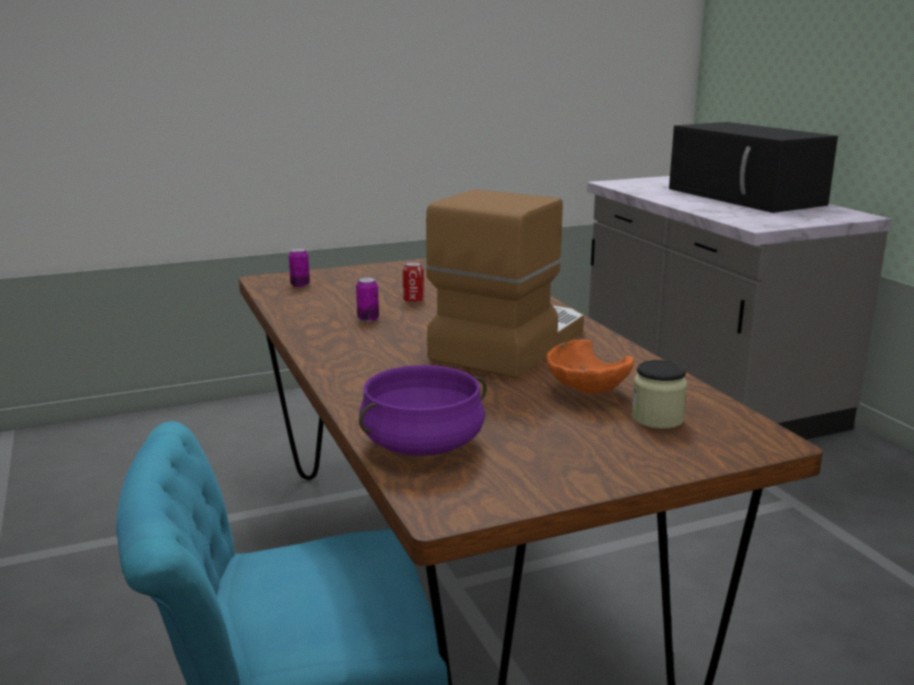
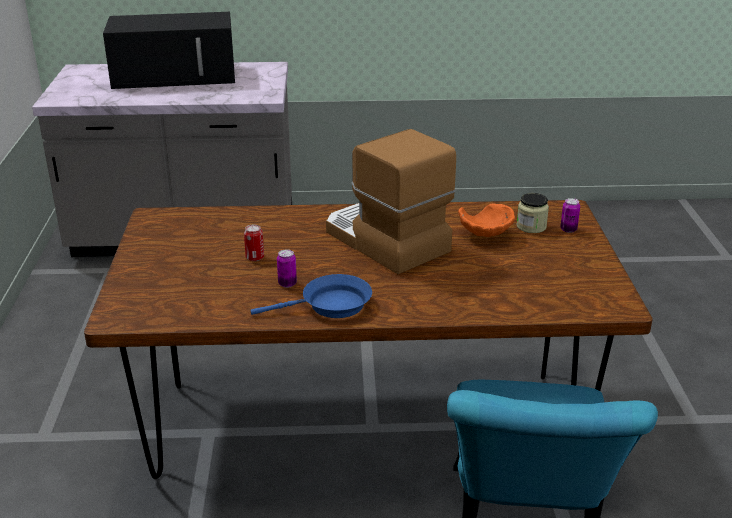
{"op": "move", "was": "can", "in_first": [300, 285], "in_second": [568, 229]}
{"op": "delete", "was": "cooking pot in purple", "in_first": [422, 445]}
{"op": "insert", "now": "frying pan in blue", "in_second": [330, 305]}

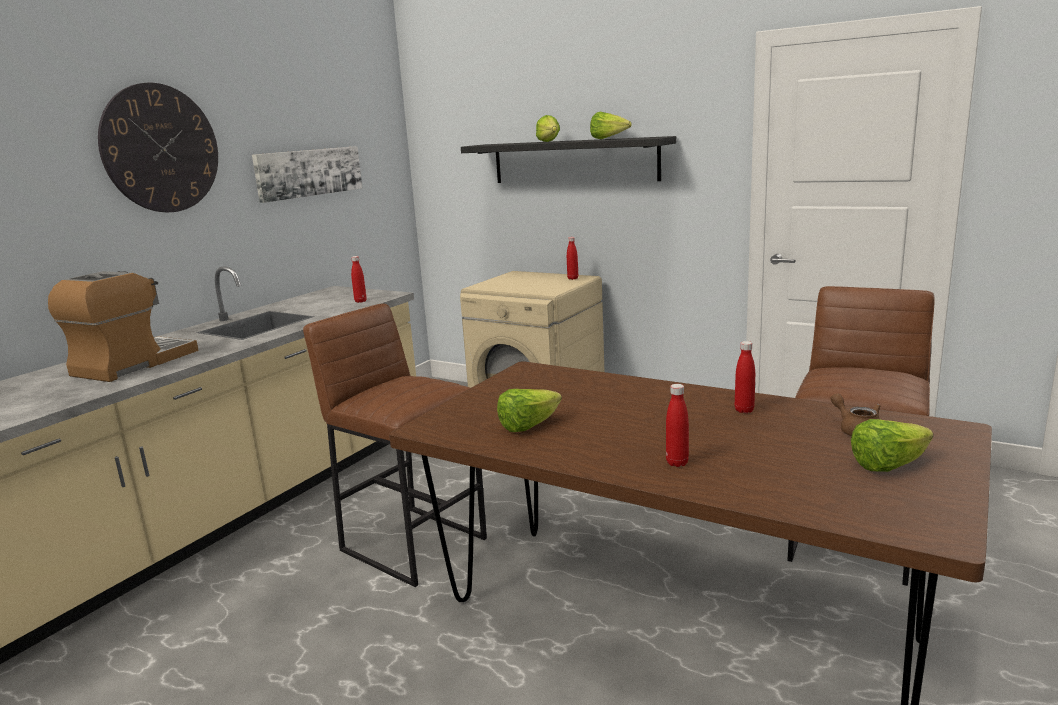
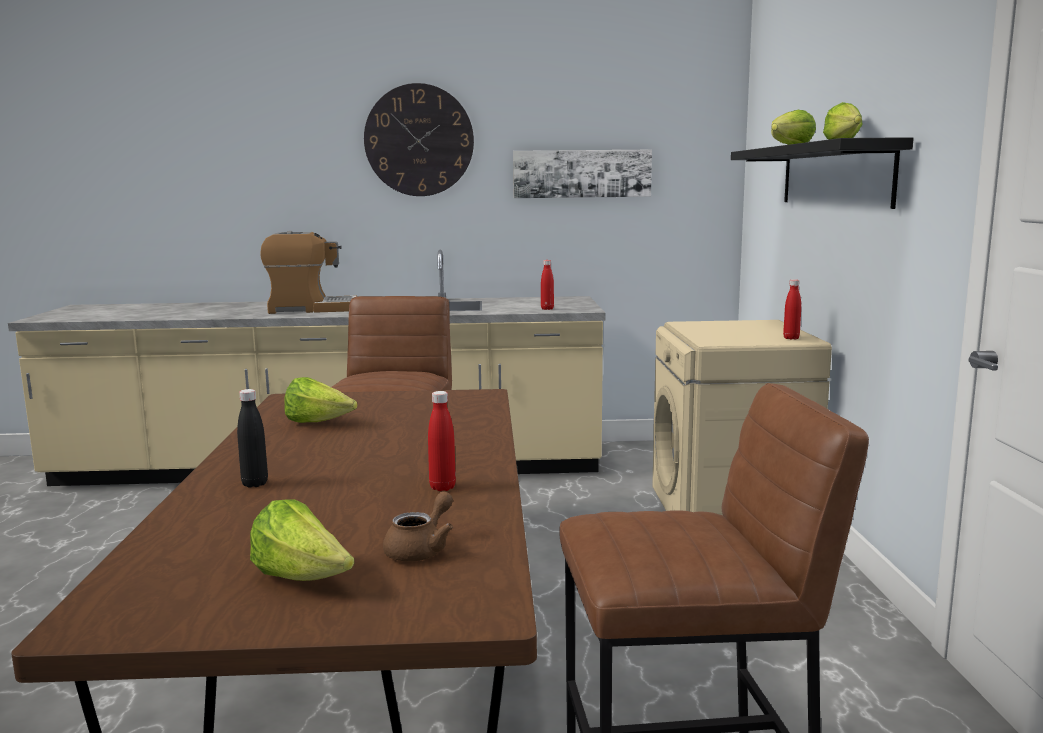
{"op": "recolor", "was": "bottle in red", "now": "bottle in black", "in_first": [677, 463], "in_second": [255, 484]}

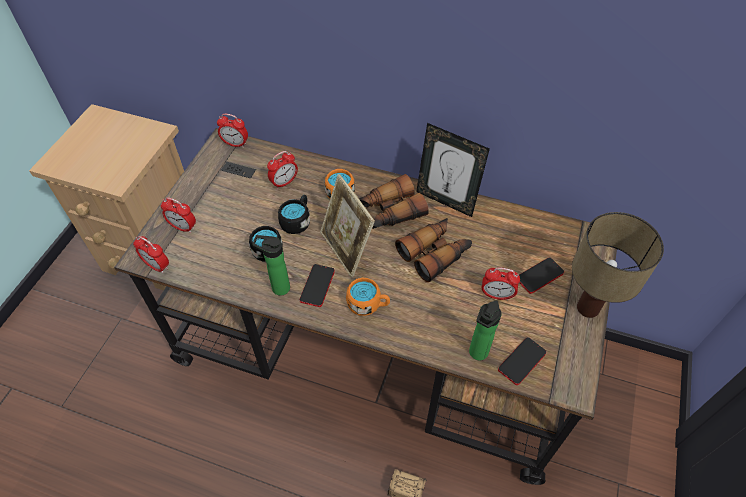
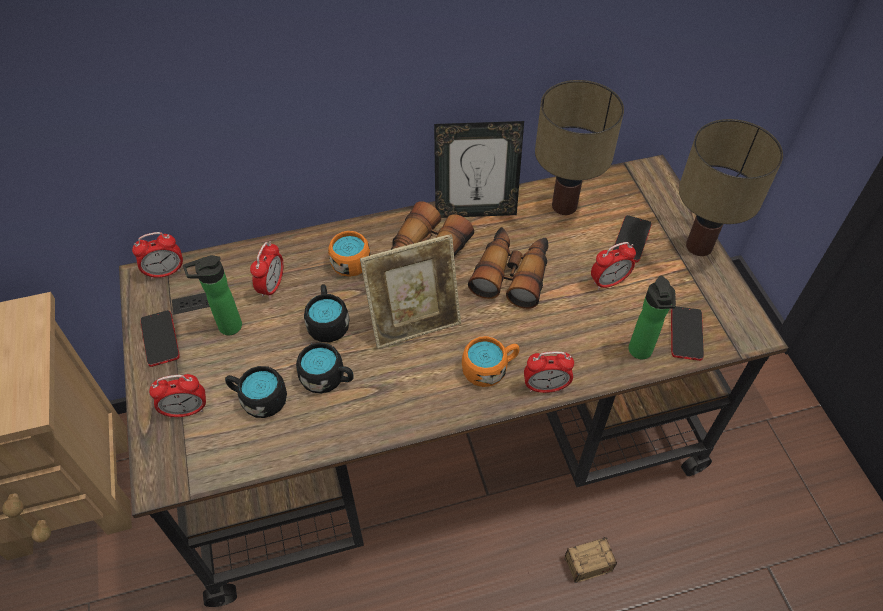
{"op": "move", "was": "alarm clock", "in_first": [157, 266], "in_second": [545, 387]}
{"op": "move", "was": "bottle", "in_first": [278, 287], "in_second": [226, 327]}
{"op": "move", "was": "phone", "in_first": [317, 286], "in_second": [160, 339]}
{"op": "rotate", "was": "picture frame", "in_first": [346, 249], "in_second": [414, 323], "clockwise": -45}
{"op": "insert", "now": "mug in black", "in_second": [258, 399]}
{"op": "insert", "now": "table lamp", "in_second": [565, 207]}

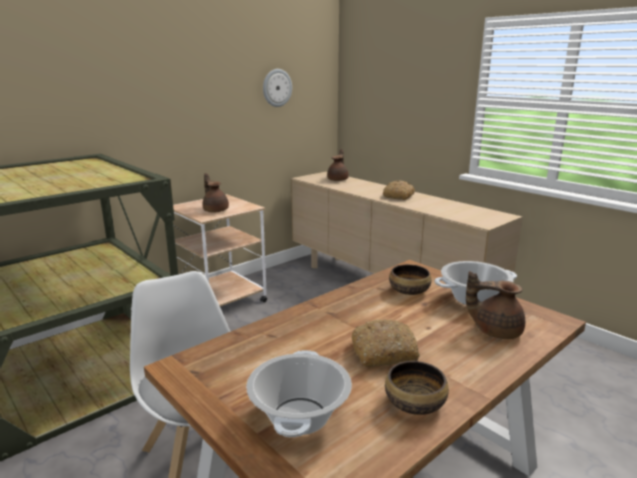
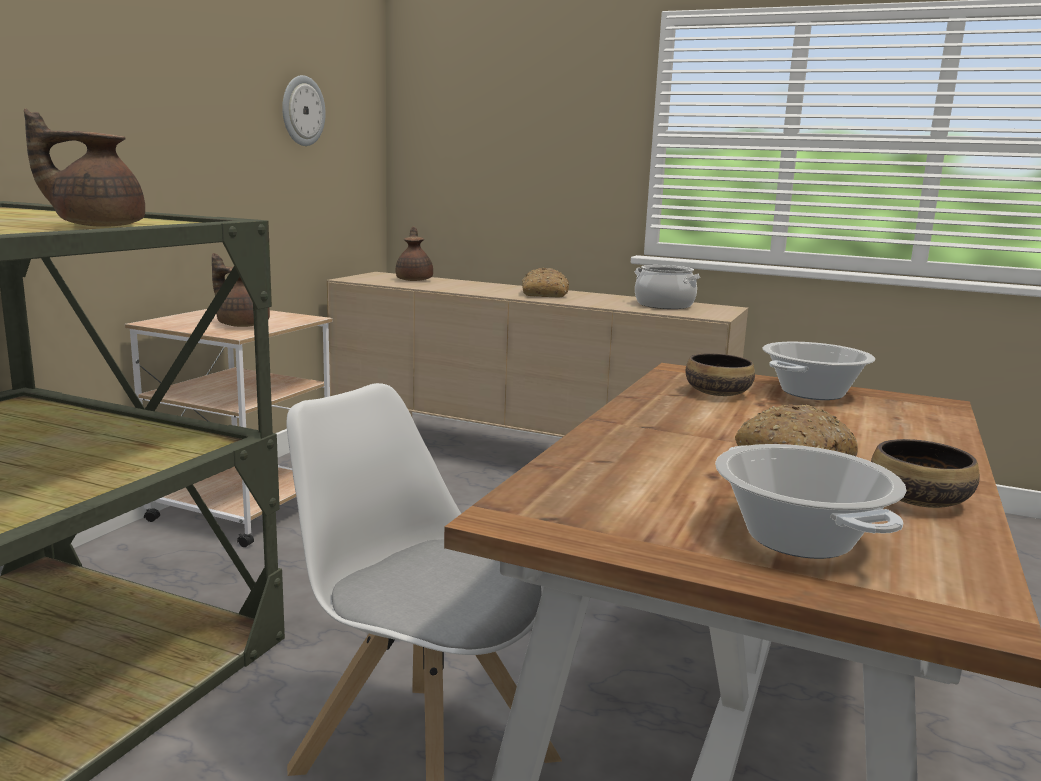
{"op": "move", "was": "teapot in brown", "in_first": [495, 330], "in_second": [97, 225]}
{"op": "insert", "now": "cooking pot", "in_second": [664, 305]}

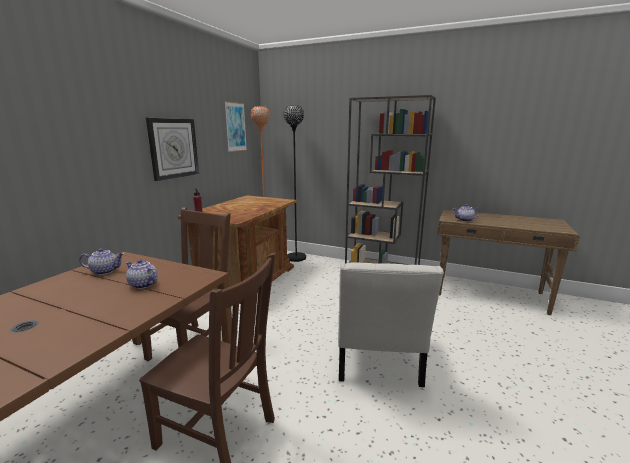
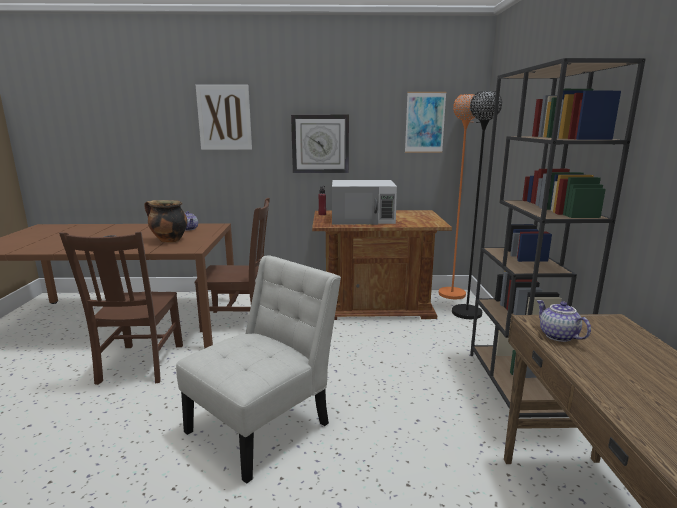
{"op": "replace", "was": "teapot", "now": "cooking pot", "in_first": [142, 285], "in_second": [168, 240]}
{"op": "rotate", "was": "chair in white", "in_first": [377, 361], "in_second": [264, 424], "clockwise": 150}
{"op": "insert", "now": "picture", "in_second": [224, 117]}
{"op": "insert", "now": "microwave in white", "in_second": [363, 218]}

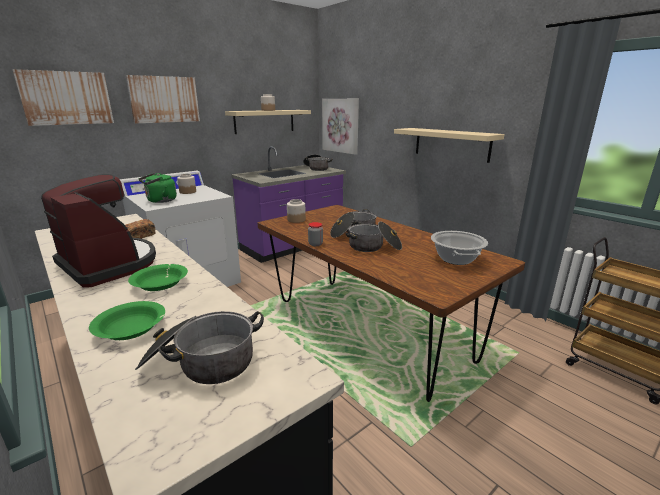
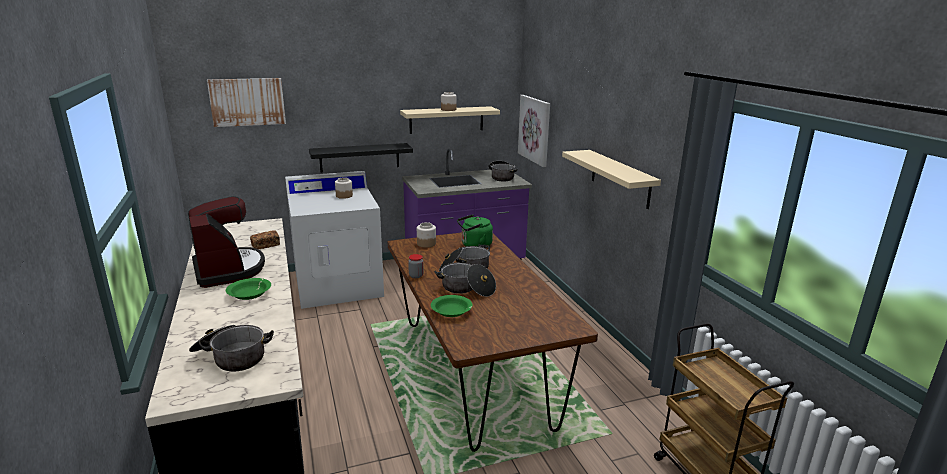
{"op": "move", "was": "bowl in green", "in_first": [131, 329], "in_second": [451, 311]}
{"op": "delete", "was": "picture", "in_first": [164, 99]}
{"op": "move", "was": "kettle in green", "in_first": [160, 201], "in_second": [474, 245]}
{"op": "delete", "was": "cooking pot", "in_first": [455, 259]}
{"op": "insert", "now": "shelf in black", "in_second": [359, 157]}

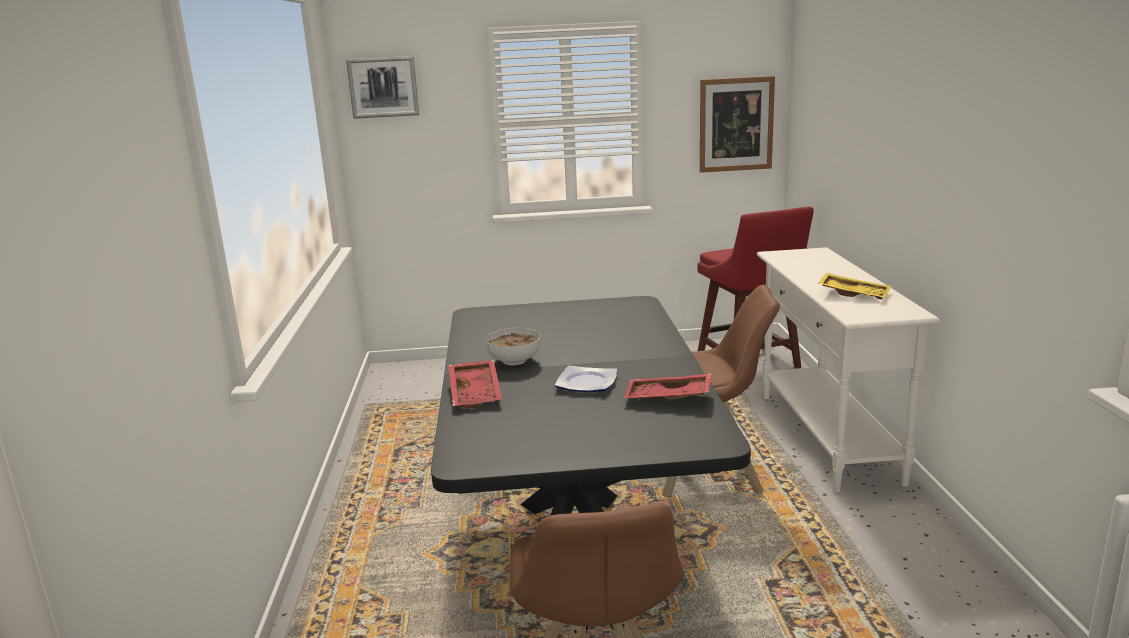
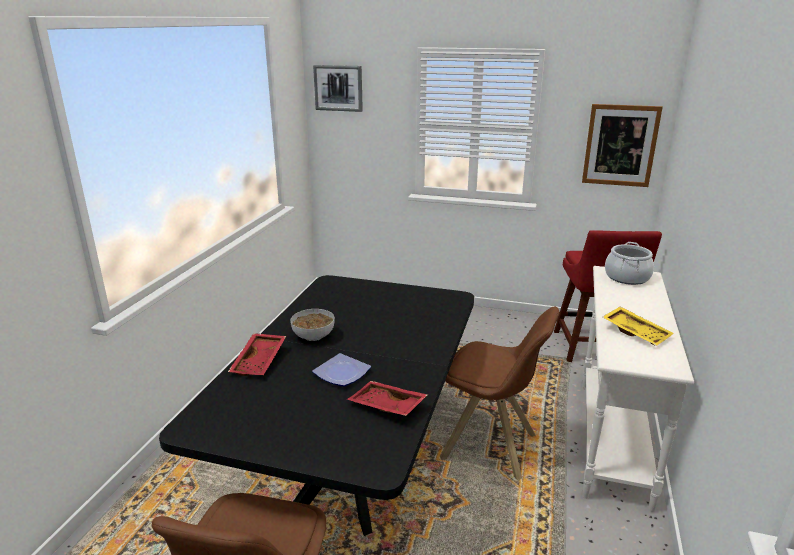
{"op": "insert", "now": "cooking pot", "in_second": [626, 277]}

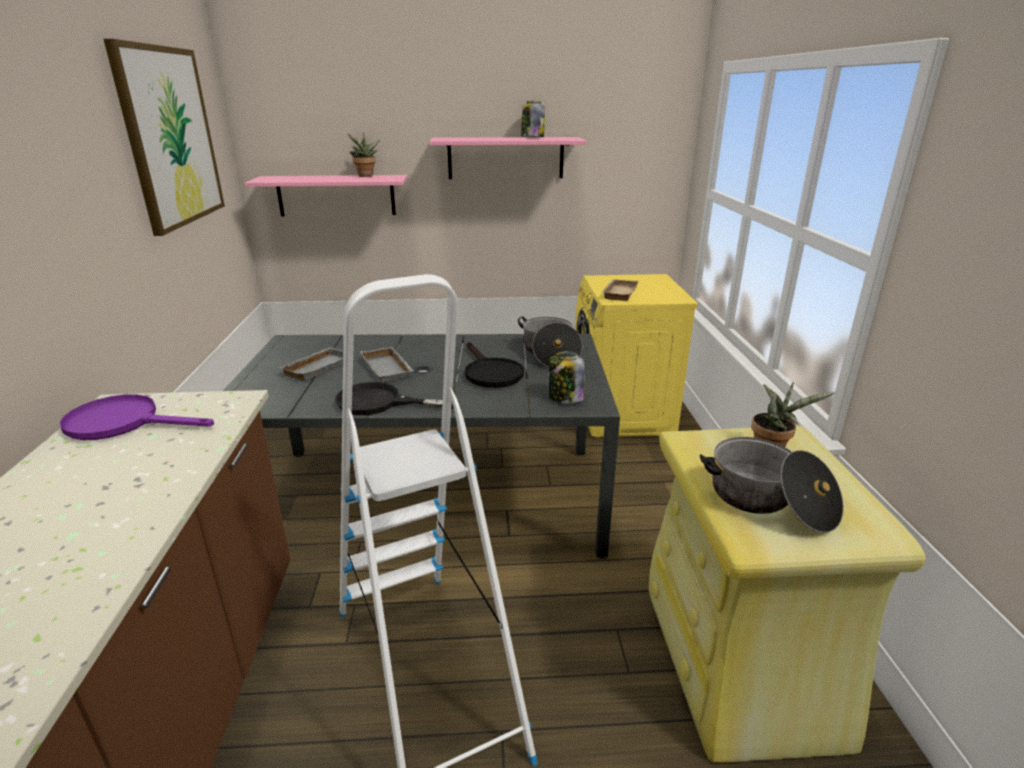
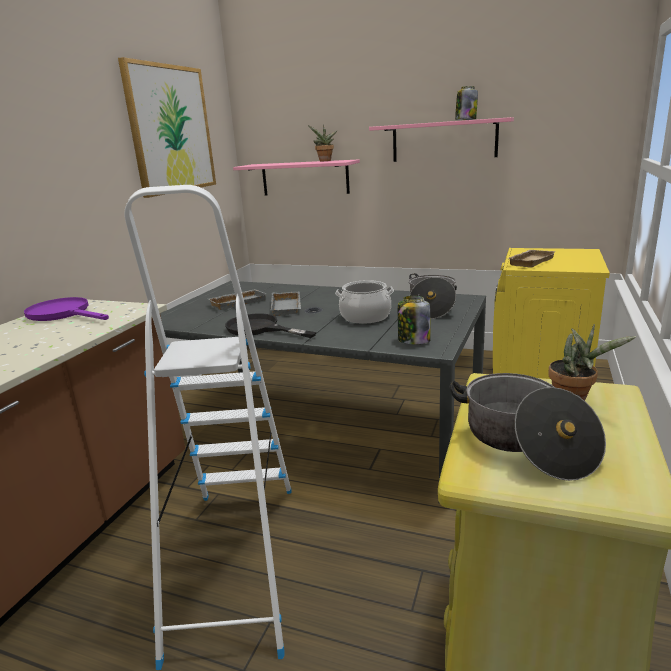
{"op": "replace", "was": "frying pan in black", "now": "cooking pot", "in_first": [490, 373], "in_second": [365, 317]}

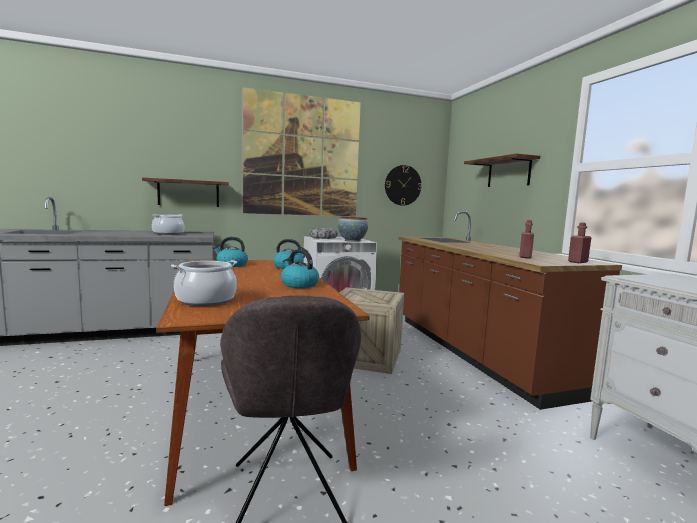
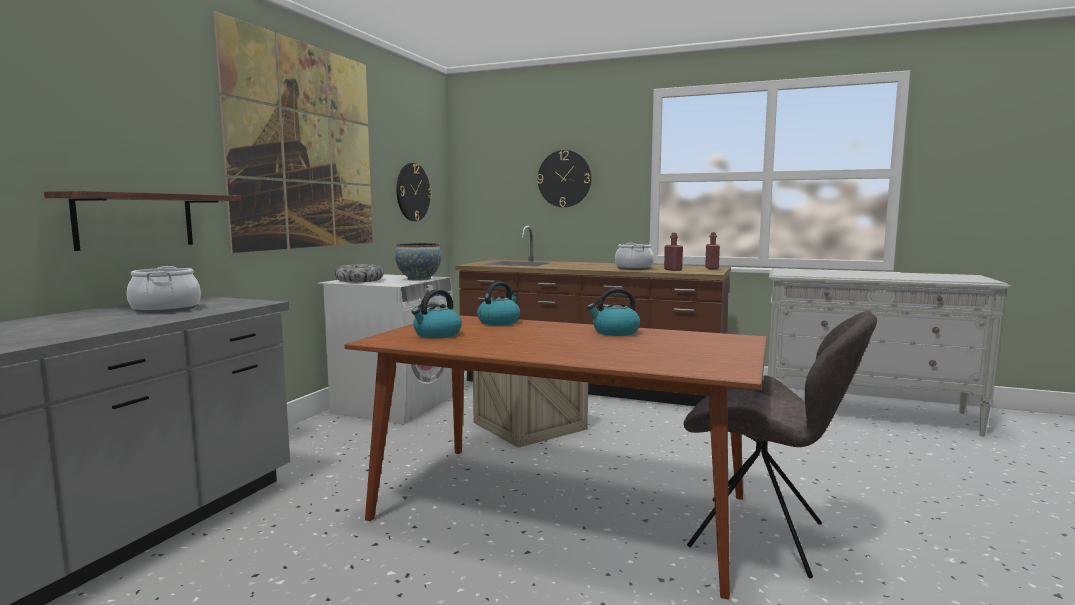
{"op": "move", "was": "cooking pot", "in_first": [206, 300], "in_second": [633, 268]}
{"op": "replace", "was": "shelf", "now": "wall clock", "in_first": [508, 173], "in_second": [564, 179]}

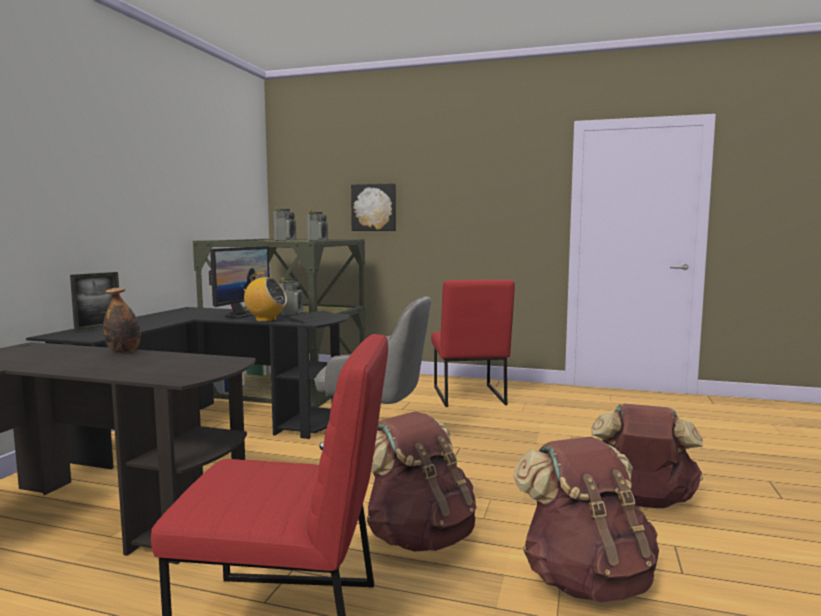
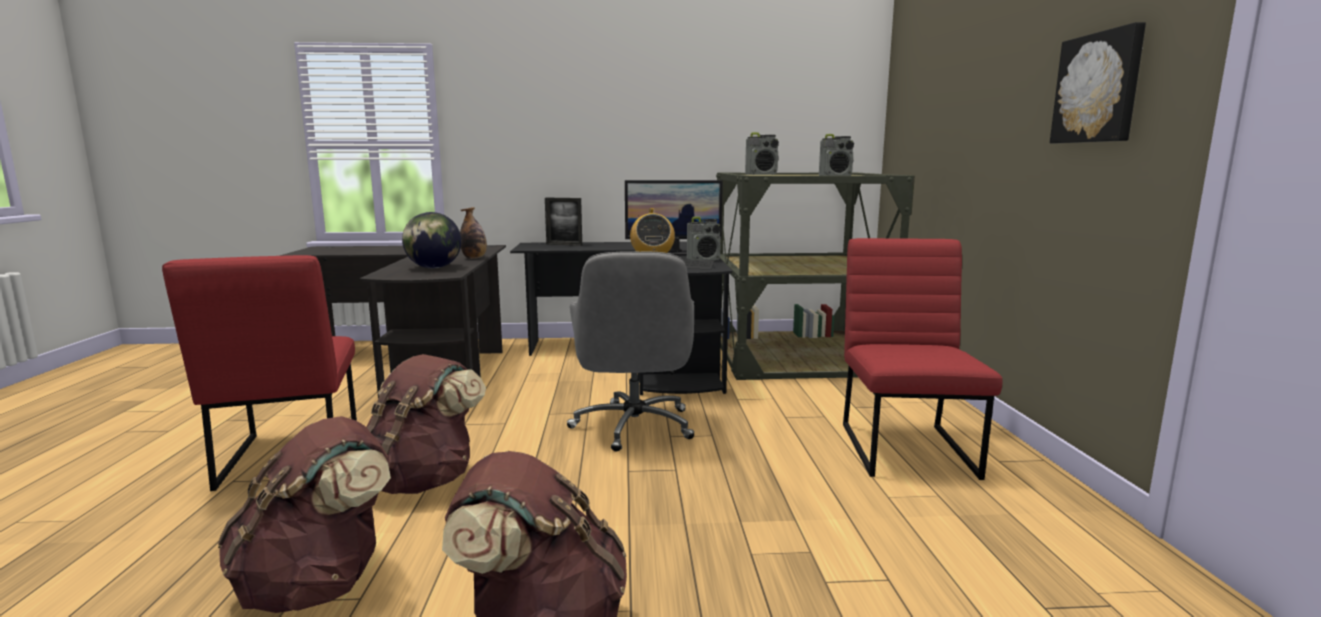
{"op": "move", "was": "picture", "in_first": [374, 207], "in_second": [1098, 88]}
{"op": "rotate", "was": "chair in red", "in_first": [468, 396], "in_second": [906, 447], "clockwise": 120}
{"op": "insert", "now": "globe", "in_second": [433, 268]}

